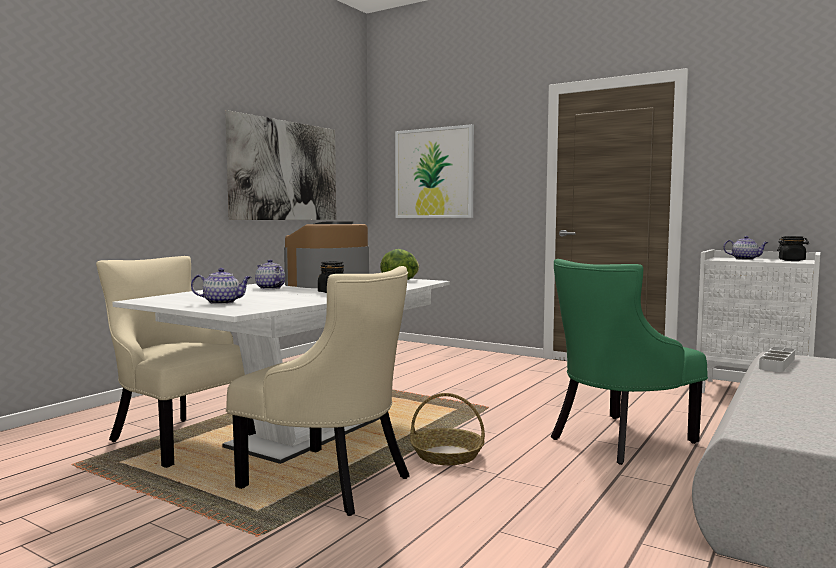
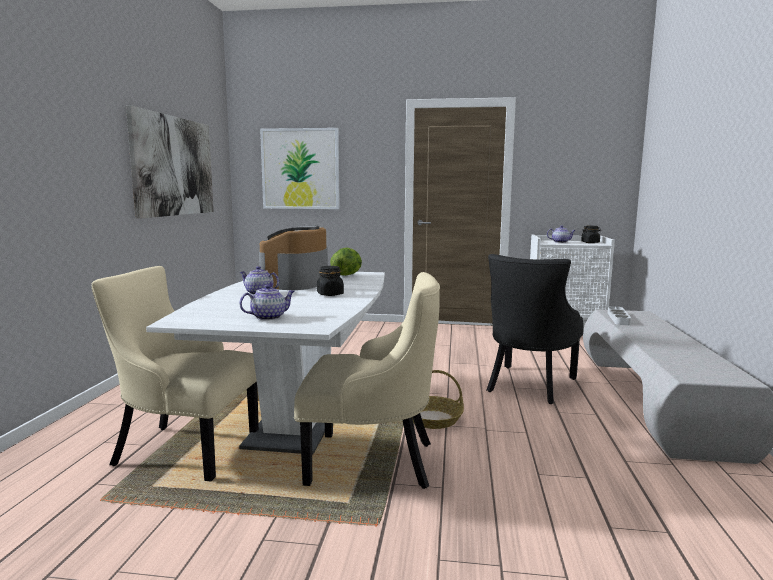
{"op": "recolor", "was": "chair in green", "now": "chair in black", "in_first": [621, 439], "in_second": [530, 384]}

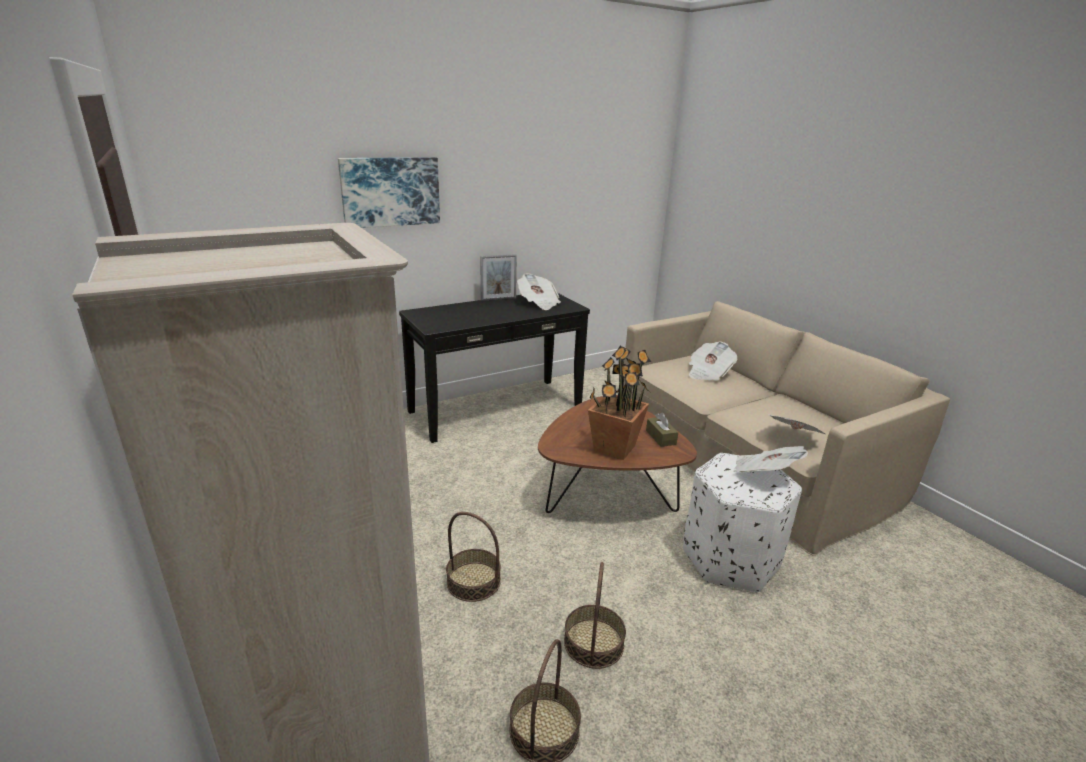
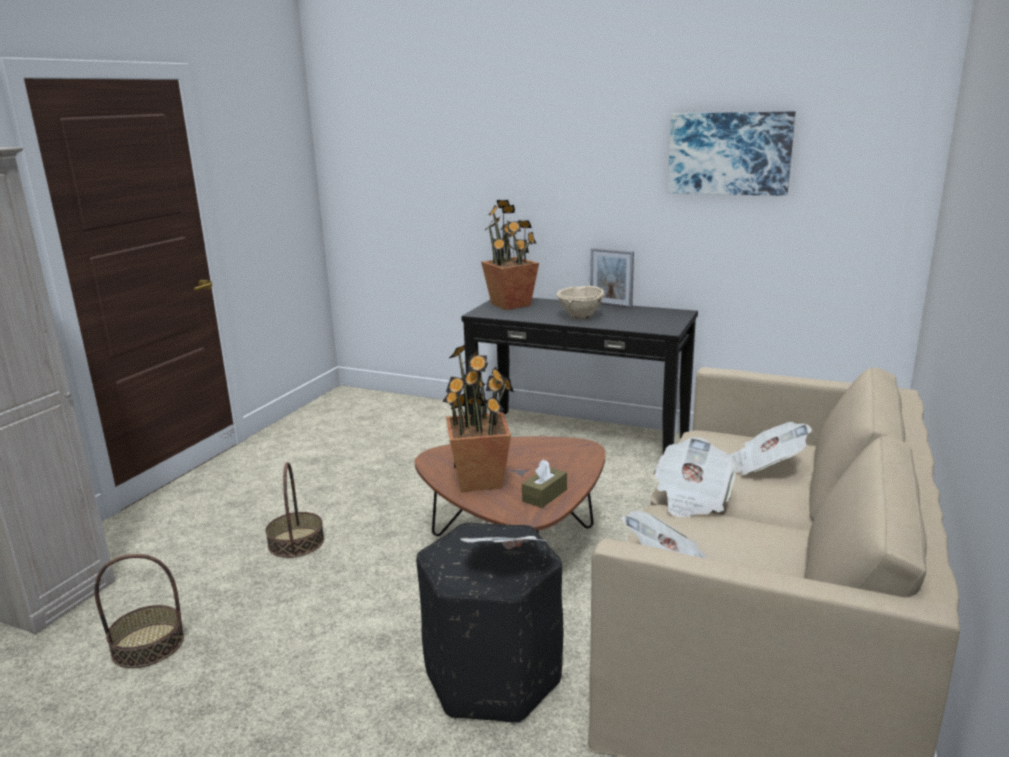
{"op": "move", "was": "picture", "in_first": [390, 191], "in_second": [729, 153]}
{"op": "move", "was": "newspaper", "in_first": [538, 303], "in_second": [692, 498]}
{"op": "delete", "was": "basket", "in_first": [593, 643]}
{"op": "recolor", "was": "ottoman in white", "now": "ottoman in black", "in_first": [731, 559], "in_second": [493, 677]}
{"op": "insert", "now": "potted plant", "in_second": [511, 305]}
{"op": "insert", "now": "bowl in beige", "in_second": [580, 317]}

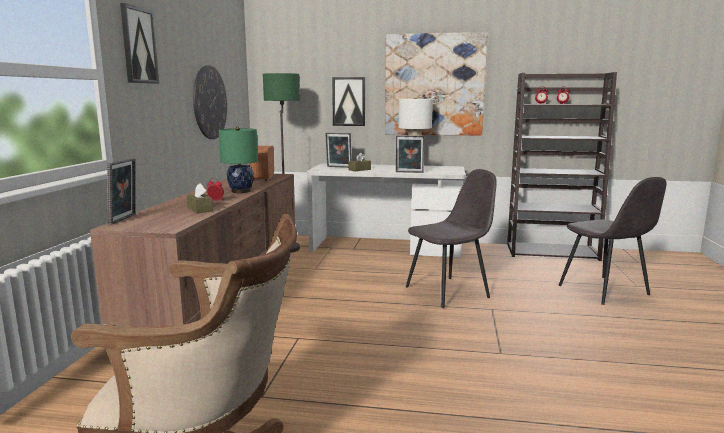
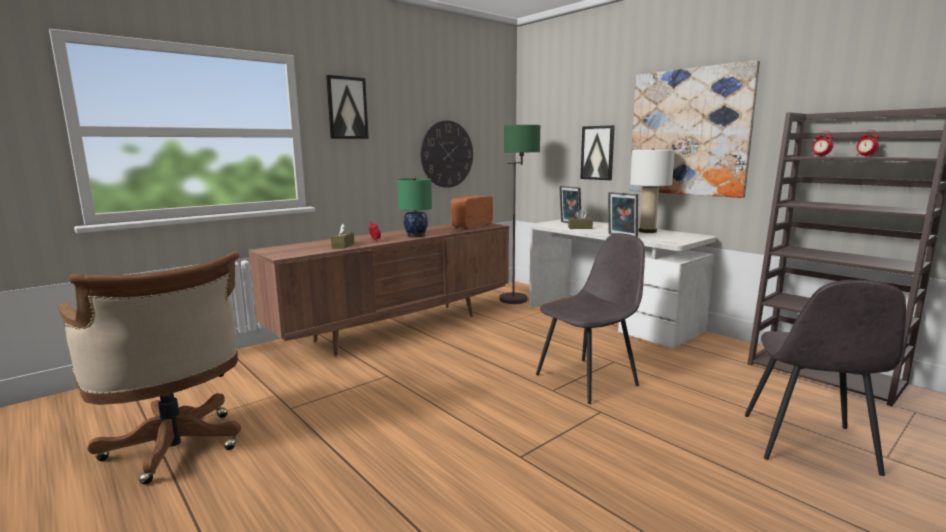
{"op": "delete", "was": "picture frame", "in_first": [125, 219]}
{"op": "rotate", "was": "chair in grey", "in_first": [448, 292], "in_second": [588, 379], "clockwise": -45}

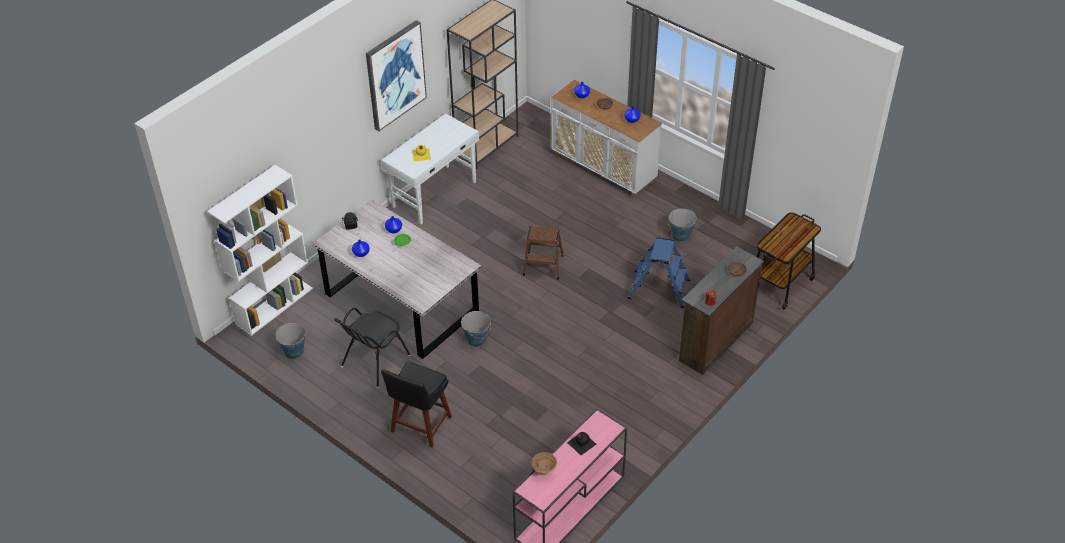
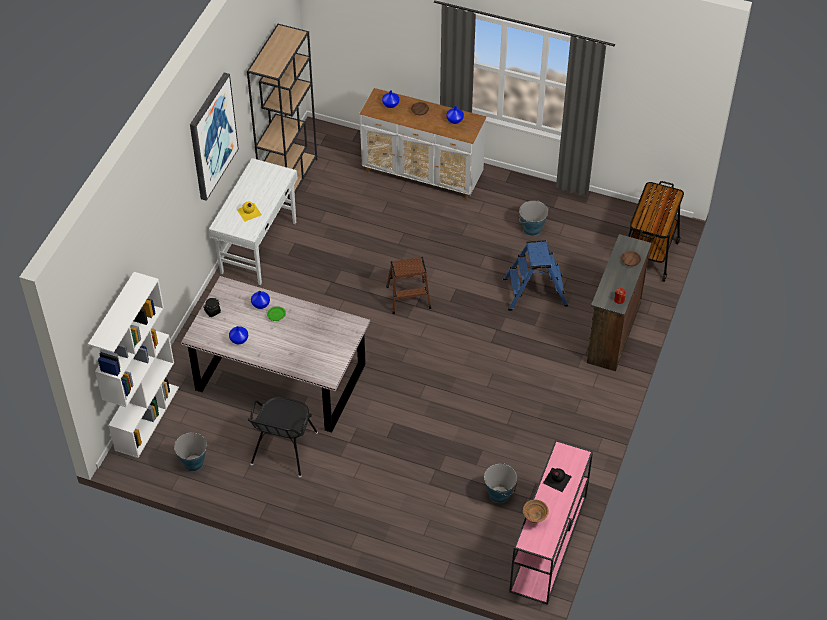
{"op": "delete", "was": "chair in black", "in_first": [419, 426]}
{"op": "move", "was": "bucket", "in_first": [477, 340], "in_second": [499, 494]}

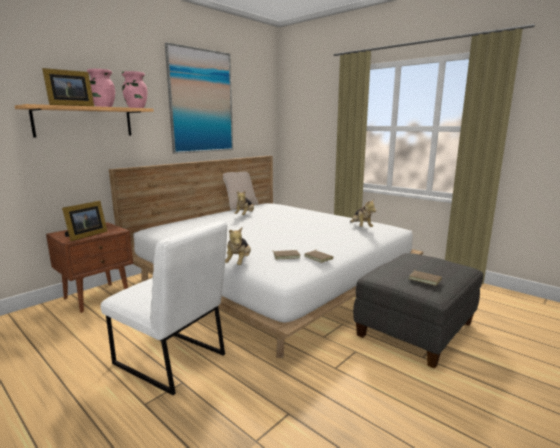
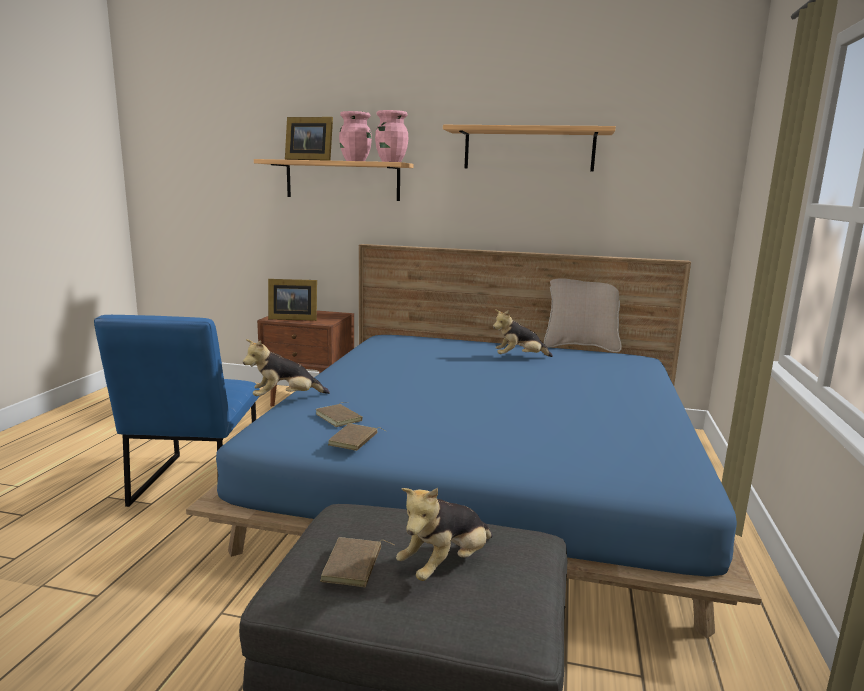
{"op": "recolor", "was": "chair in white", "now": "chair in blue", "in_first": [171, 360], "in_second": [194, 483]}
{"op": "recolor", "was": "bed in white", "now": "bed in blue", "in_first": [273, 278], "in_second": [485, 480]}
{"op": "replace", "was": "picture", "now": "shelf", "in_first": [201, 101], "in_second": [529, 149]}
{"op": "move", "was": "plush toy", "in_first": [361, 227], "in_second": [446, 565]}

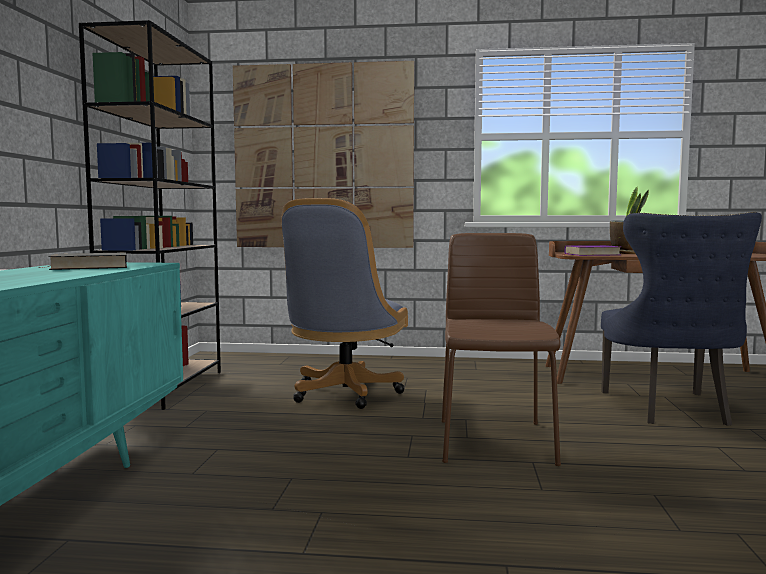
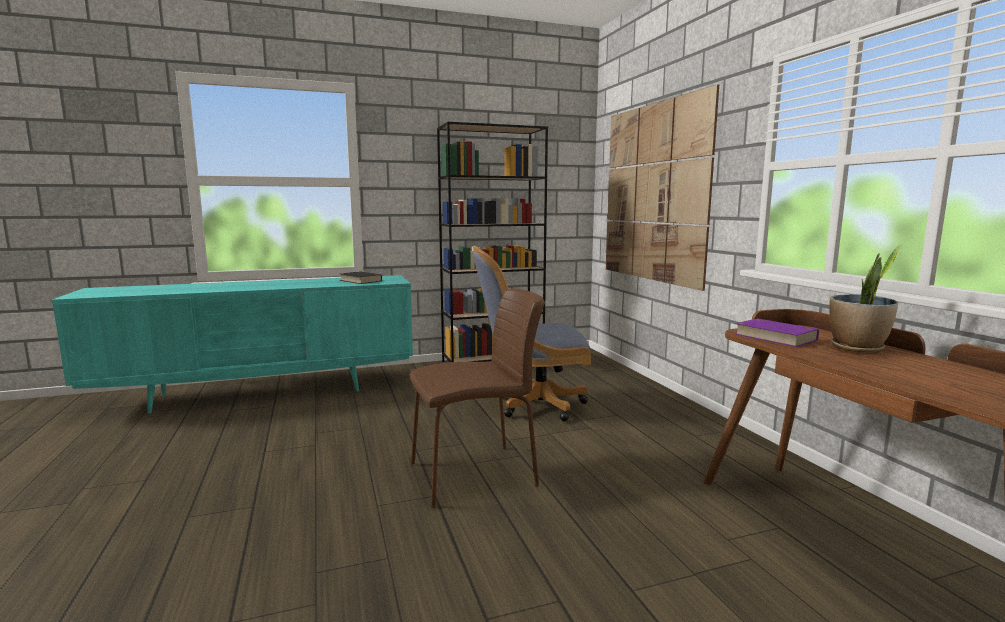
{"op": "delete", "was": "chair in blue", "in_first": [670, 408]}

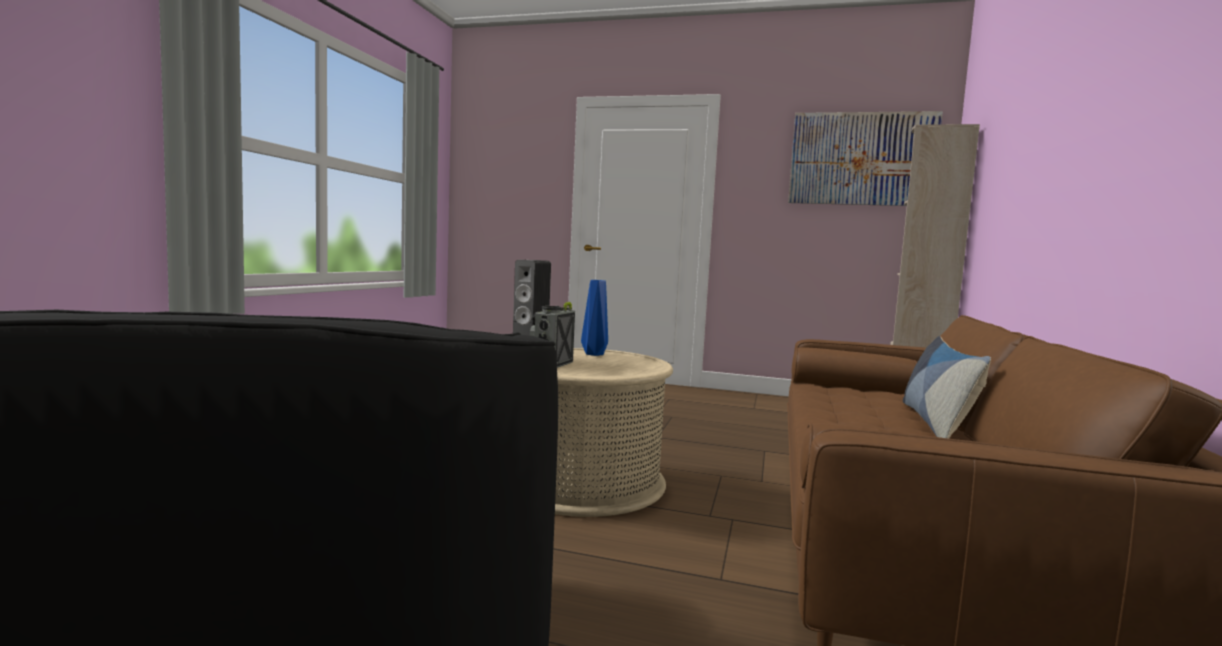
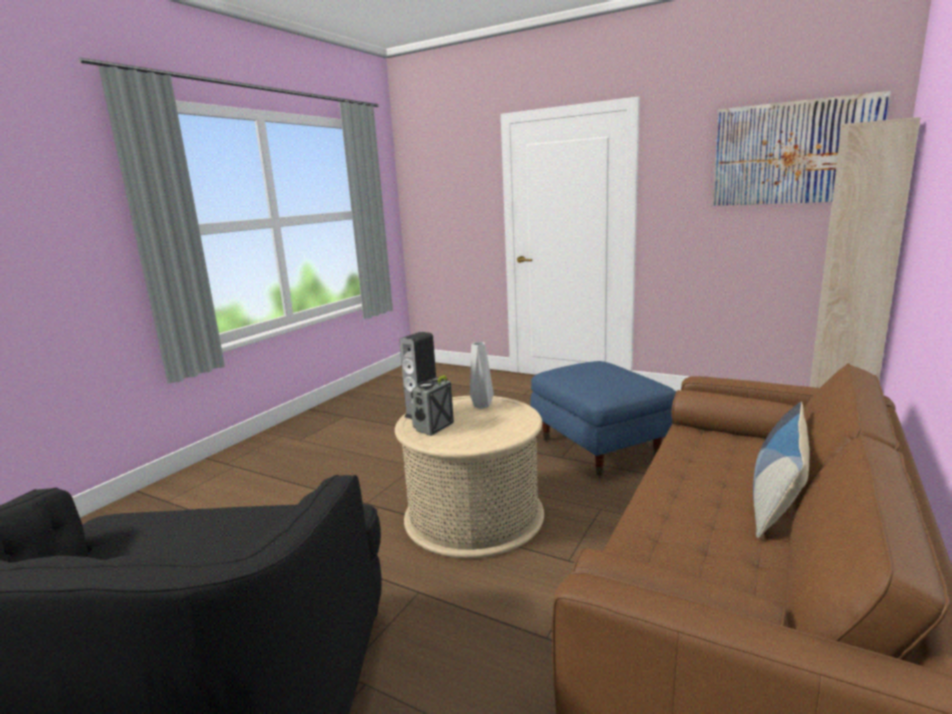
{"op": "recolor", "was": "vase in blue", "now": "vase in grey", "in_first": [595, 354], "in_second": [482, 406]}
{"op": "insert", "now": "ottoman in blue", "in_second": [600, 449]}

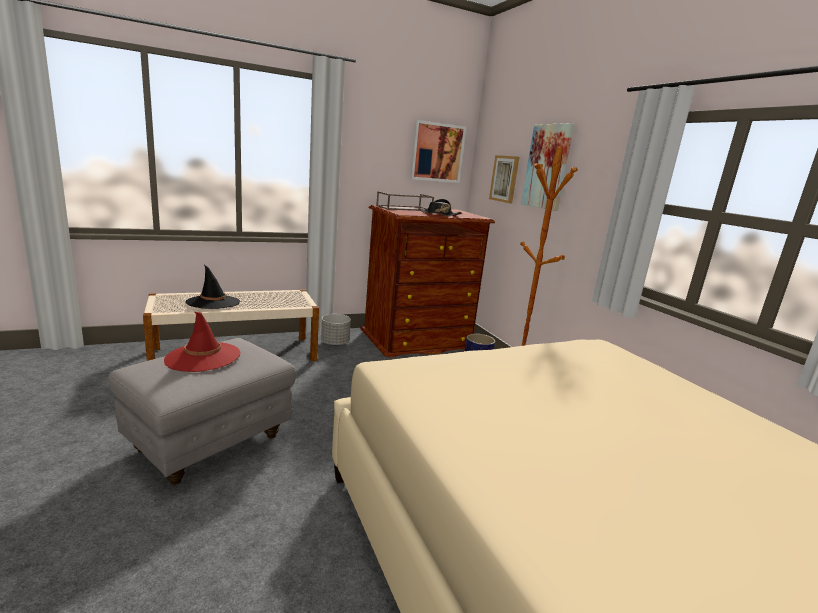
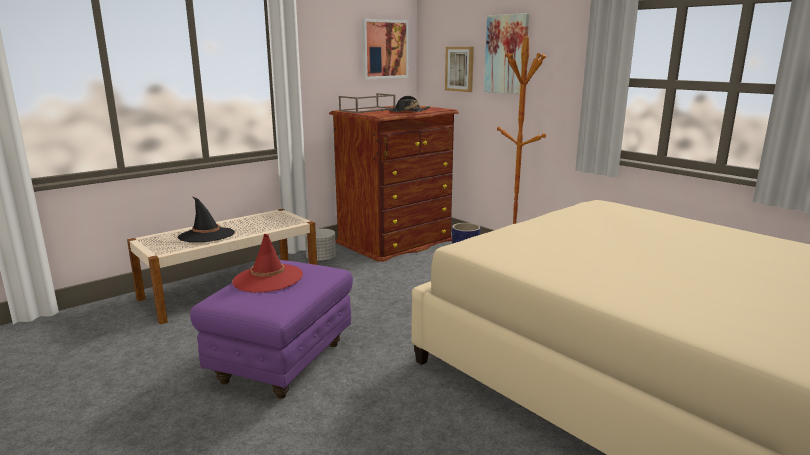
{"op": "recolor", "was": "ottoman in grey", "now": "ottoman in purple", "in_first": [210, 443], "in_second": [282, 362]}

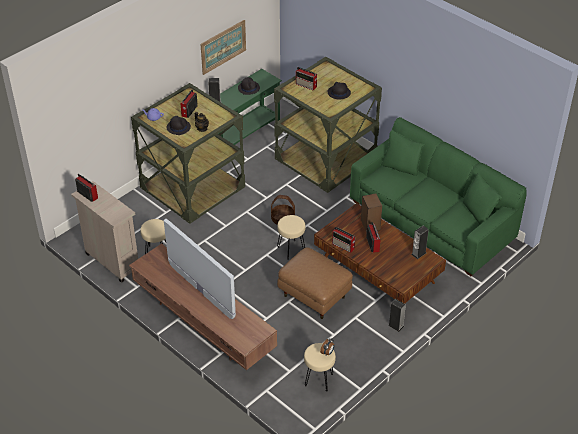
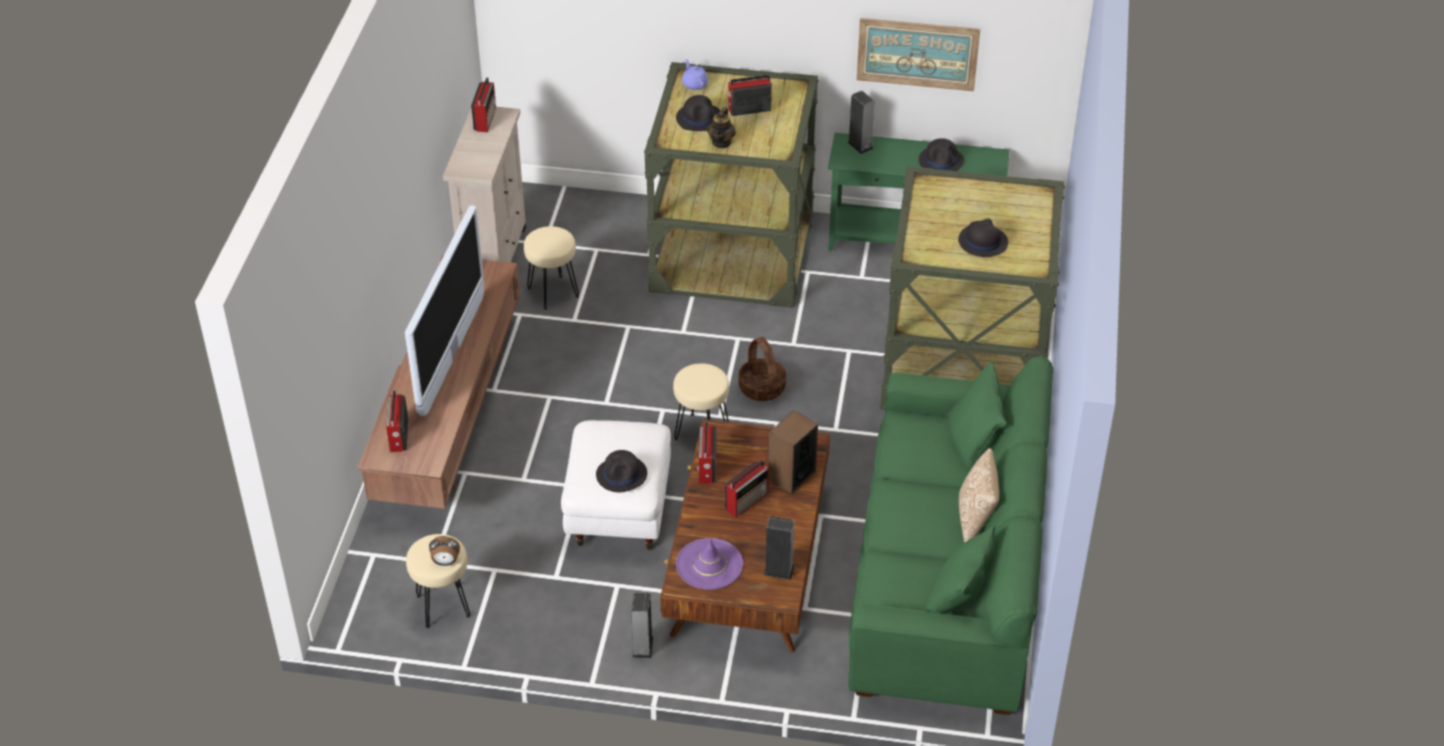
{"op": "recolor", "was": "ottoman in brown", "now": "ottoman in white", "in_first": [315, 297], "in_second": [619, 513]}
{"op": "move", "was": "radio", "in_first": [306, 85], "in_second": [398, 436]}
{"op": "insert", "now": "hat in black", "in_second": [622, 475]}
{"op": "insert", "now": "hat in purple", "in_second": [709, 564]}
{"op": "insert", "now": "pillow", "in_second": [975, 519]}

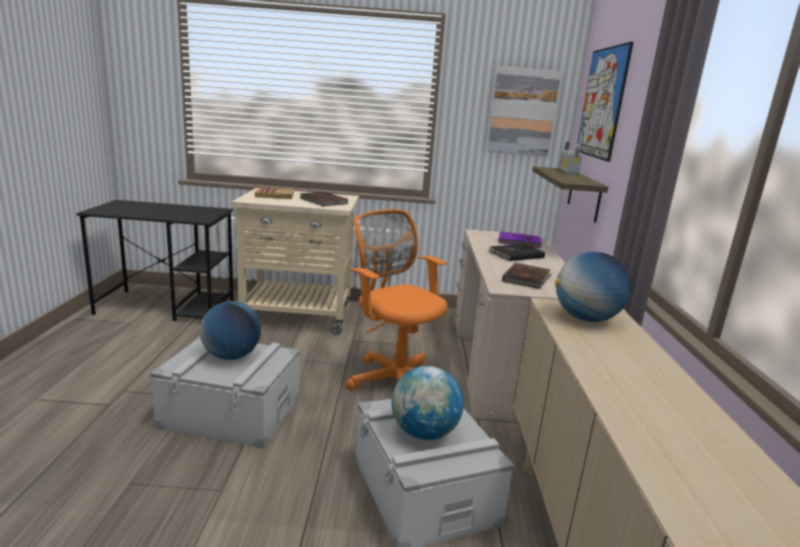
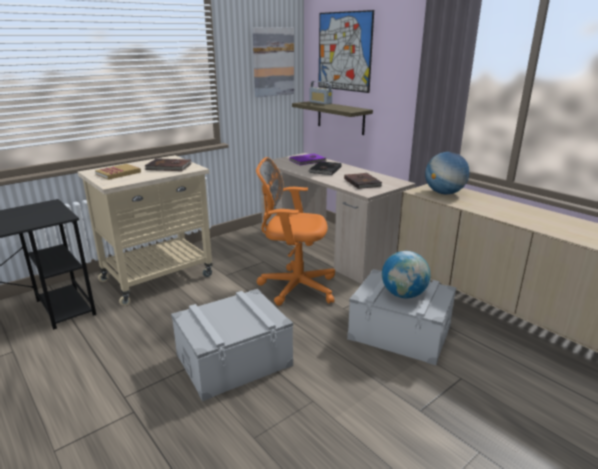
{"op": "delete", "was": "globe", "in_first": [231, 356]}

